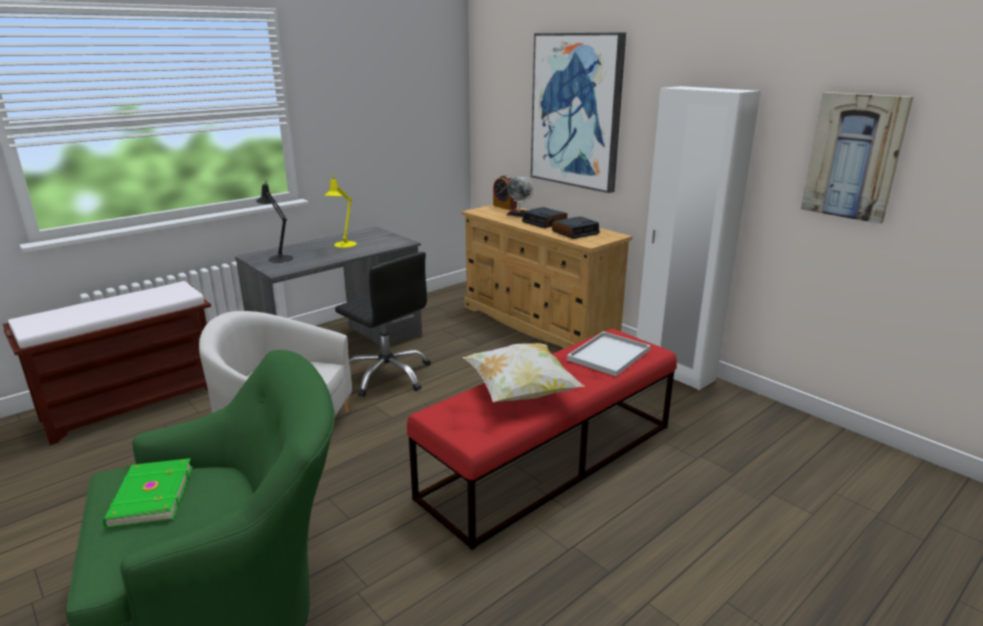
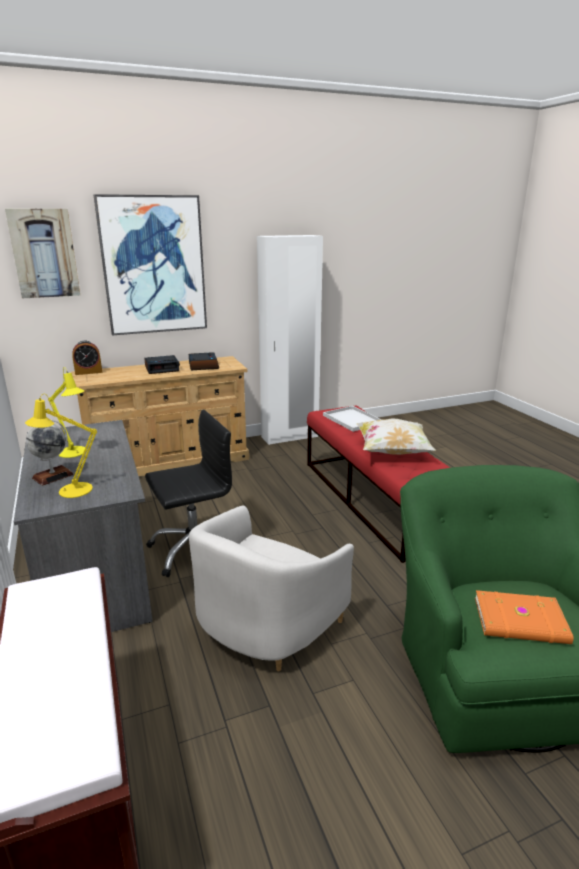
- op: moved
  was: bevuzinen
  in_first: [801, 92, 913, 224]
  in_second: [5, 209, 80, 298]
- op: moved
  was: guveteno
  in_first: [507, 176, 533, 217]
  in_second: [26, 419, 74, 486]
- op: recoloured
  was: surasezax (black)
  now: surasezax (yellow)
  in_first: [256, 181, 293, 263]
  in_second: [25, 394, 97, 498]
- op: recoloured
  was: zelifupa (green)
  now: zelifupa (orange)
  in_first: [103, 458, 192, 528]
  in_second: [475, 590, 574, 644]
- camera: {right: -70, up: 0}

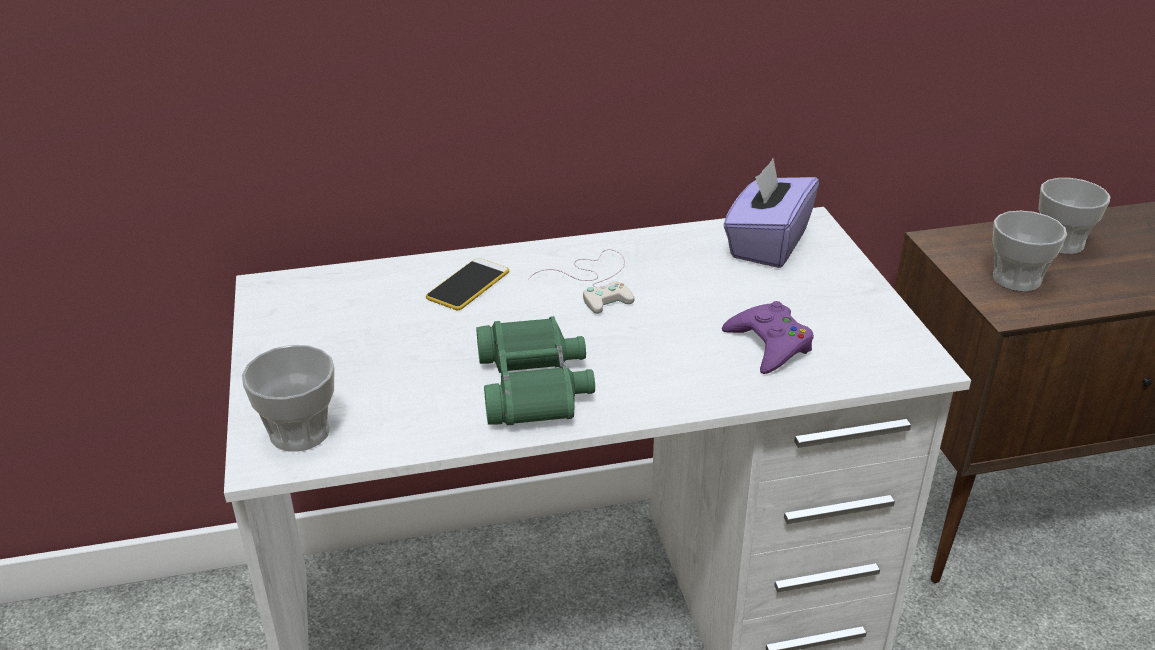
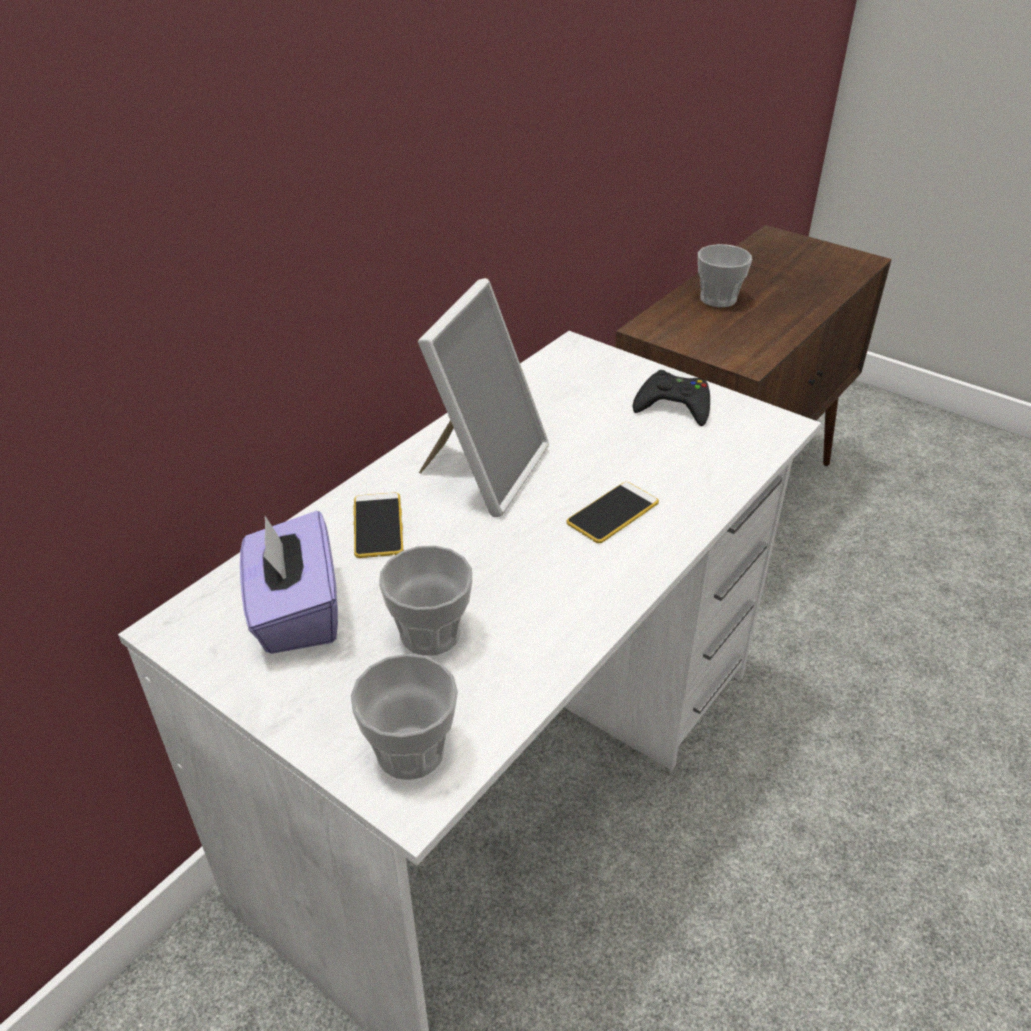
- op: moved
  was: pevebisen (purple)
  in_first: [723, 159, 819, 268]
  in_second: [240, 511, 338, 654]
- op: moved
  was: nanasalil
  in_first: [993, 211, 1067, 291]
  in_second: [379, 545, 473, 656]
- op: replaced
  was: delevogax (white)
  now: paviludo
  in_first: [529, 249, 634, 314]
  in_second: [418, 278, 549, 517]
- op: removed
  was: delevogax (purple)
  in_first: [722, 301, 814, 374]
- op: removed
  was: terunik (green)
  in_first: [476, 316, 595, 425]
- op: added
  now: delevogax (black)
  in_second: [632, 370, 710, 426]
- op: added
  now: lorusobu
  in_second: [567, 482, 659, 543]
- camera: {right: -40, up: 5}

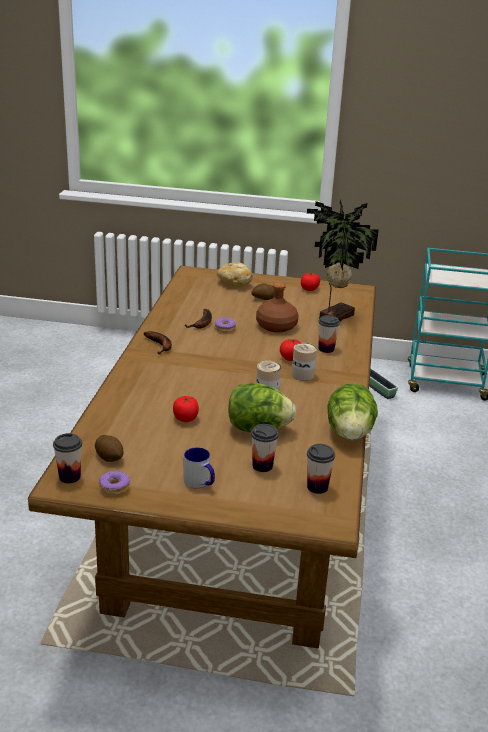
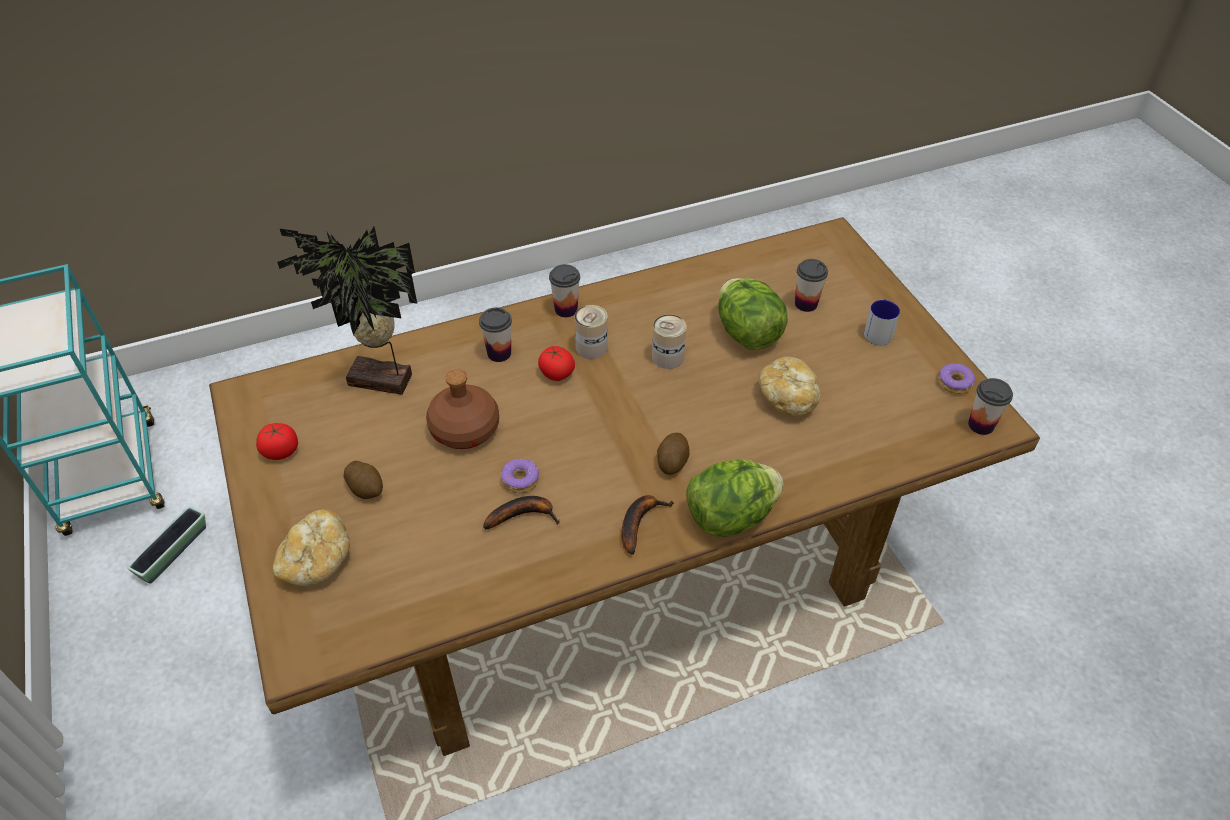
- op: moved
  was: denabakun
  in_first: [327, 383, 378, 440]
  in_second: [686, 459, 783, 537]
- op: replaced
  was: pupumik
  now: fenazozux
  in_first: [173, 396, 199, 422]
  in_second: [759, 356, 820, 417]
- op: moved
  was: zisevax
  in_first: [95, 435, 124, 462]
  in_second: [657, 433, 690, 475]
- op: moved
  was: nanasalil
  in_first: [307, 444, 335, 494]
  in_second: [549, 264, 580, 317]
- camera: {right: -120, up: 20}

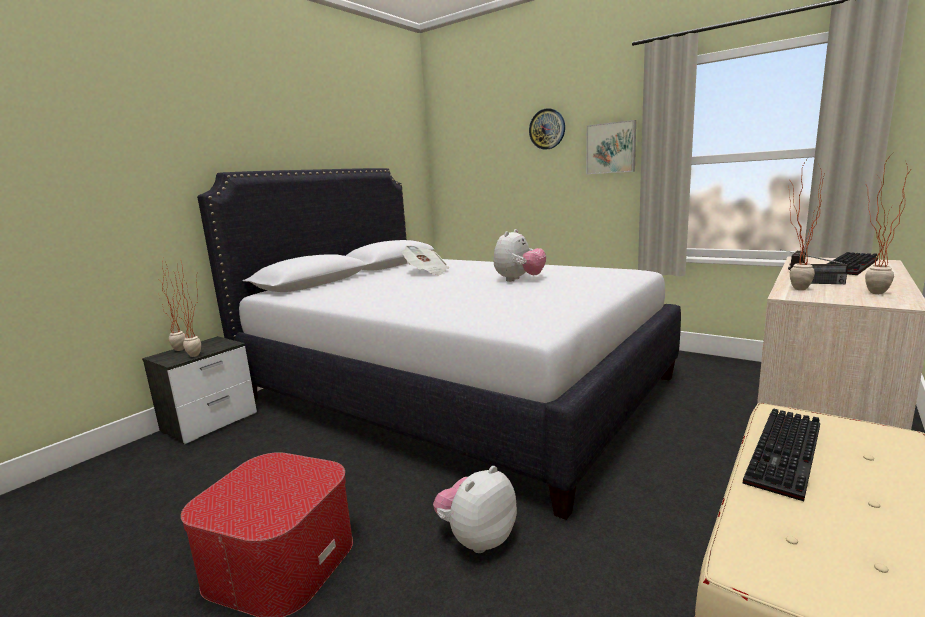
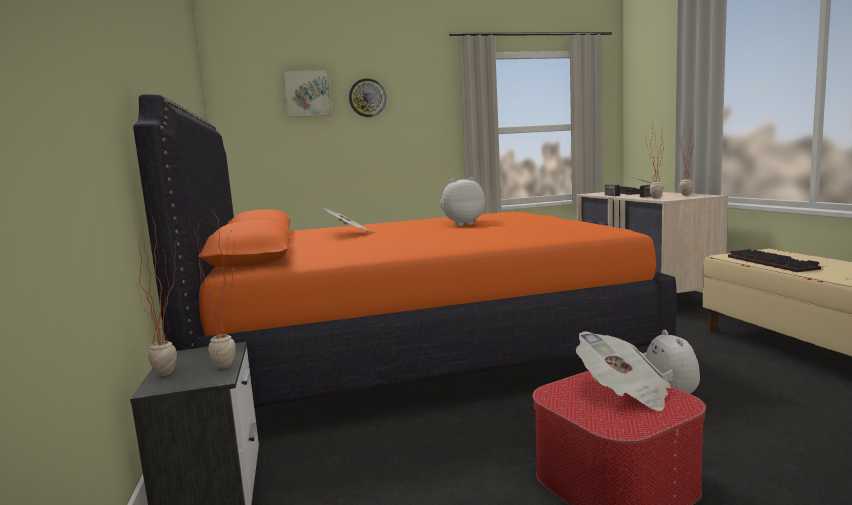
- op: moved
  was: bevuzinen
  in_first: [586, 120, 636, 174]
  in_second: [282, 69, 332, 117]
- op: recoloured
  was: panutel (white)
  now: panutel (orange)
  in_first: [197, 168, 681, 520]
  in_second: [133, 94, 677, 408]
- op: turned
  was: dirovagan
  in_first: [494, 229, 546, 282]
  in_second: [440, 177, 485, 226]
  clockwise: -90
- op: added
  now: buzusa
  in_second: [576, 331, 671, 411]
- camera: {right: -50, up: -5}

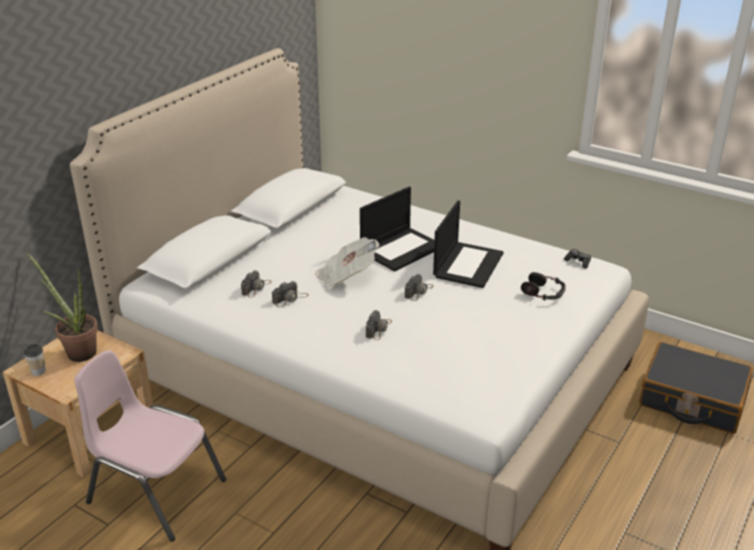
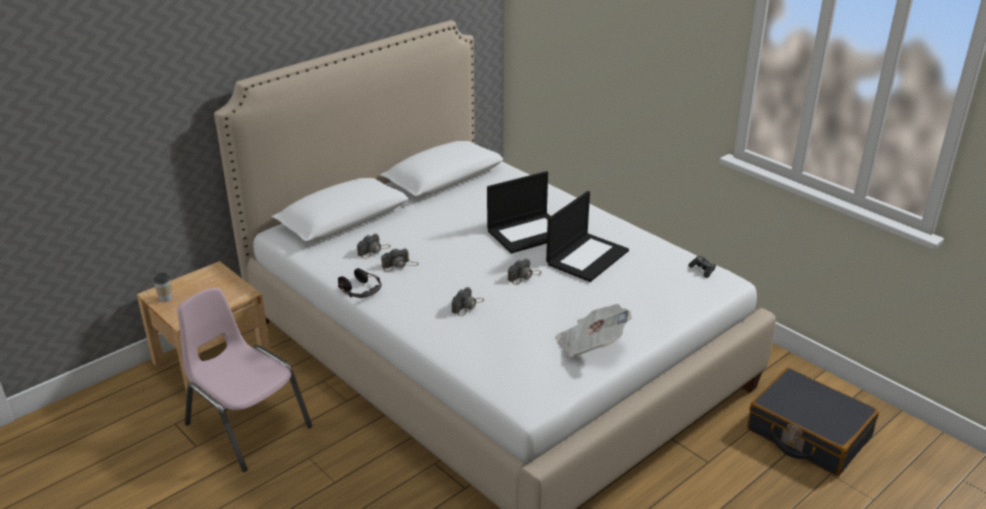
- op: moved
  was: buzusa
  in_first: [315, 237, 379, 287]
  in_second: [556, 304, 632, 358]
- op: removed
  was: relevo
  in_first: [27, 253, 98, 362]
- op: moved
  was: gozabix
  in_first: [521, 272, 566, 301]
  in_second: [338, 268, 382, 298]
- camera: {right: 15, up: 0}

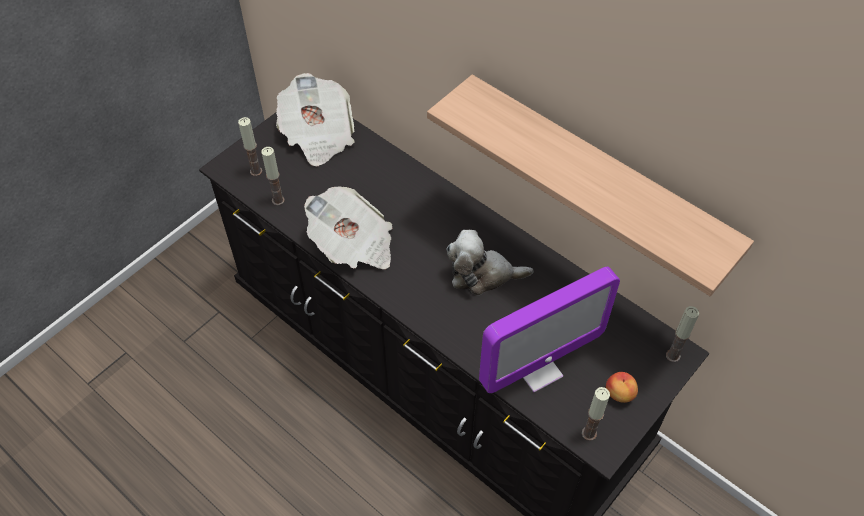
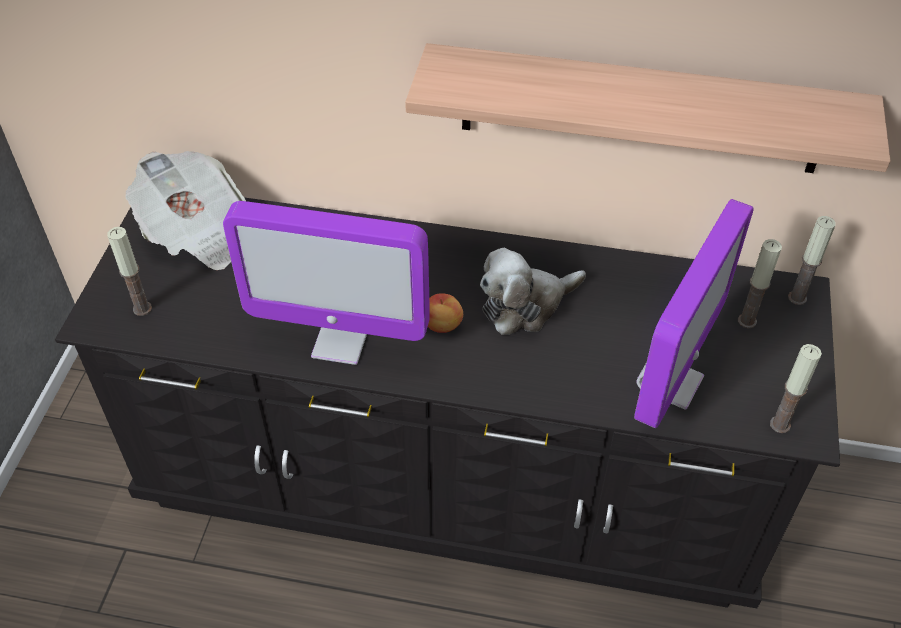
- op: moved
  was: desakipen
  in_first: [261, 147, 285, 206]
  in_second: [738, 239, 782, 329]
- op: replaced
  was: buzusa
  now: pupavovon
  in_first: [304, 187, 392, 269]
  in_second: [223, 201, 430, 365]
- op: moved
  was: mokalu
  in_first: [606, 372, 638, 403]
  in_second: [428, 293, 463, 333]
- camera: {right: -30, up: -5}

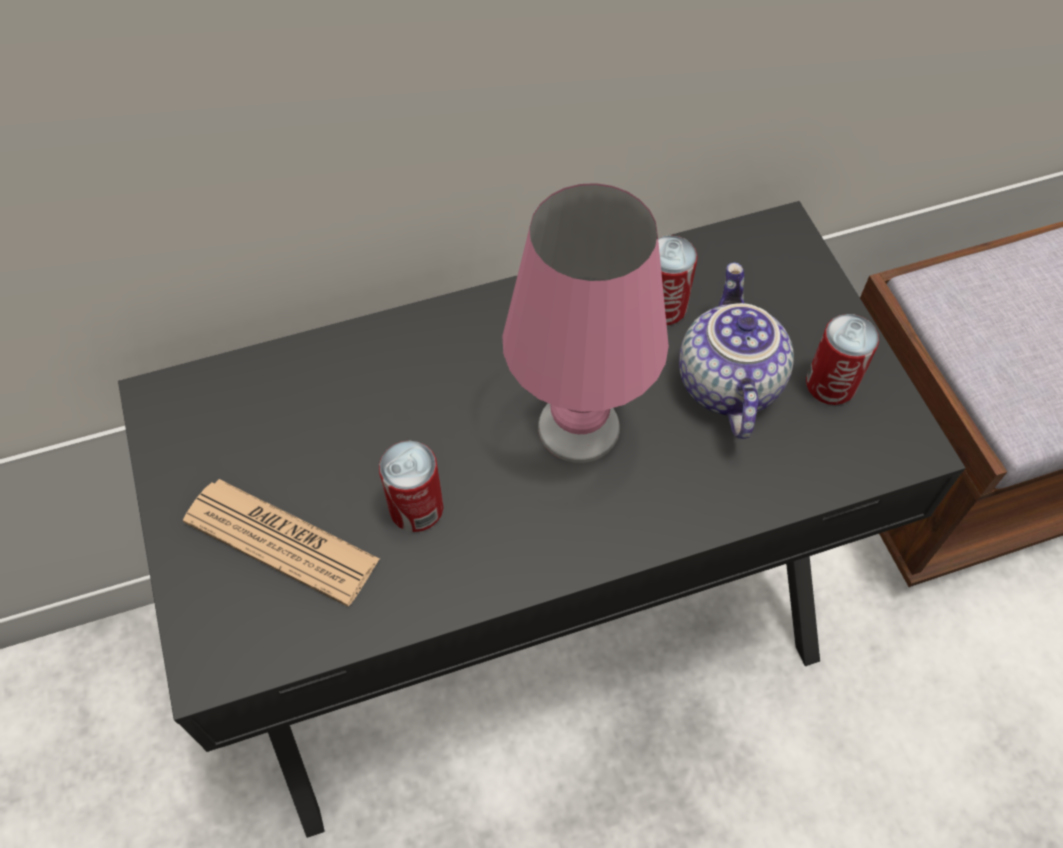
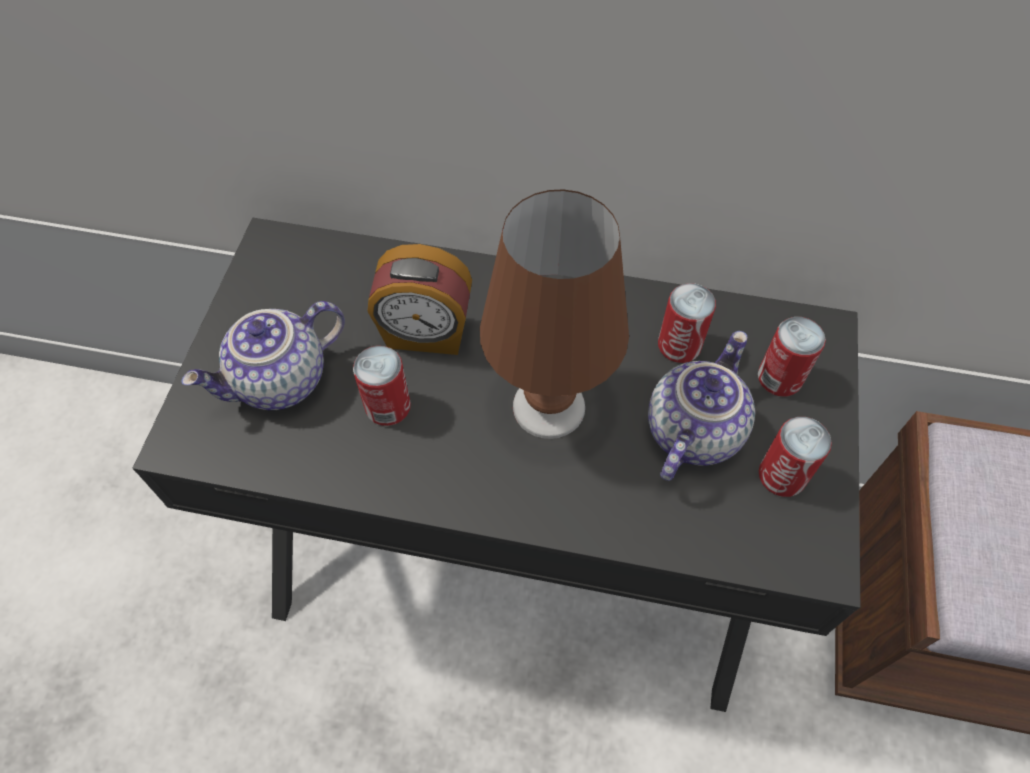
- op: recoloured
  was: surasezax (pink)
  now: surasezax (brown)
  in_first: [502, 183, 669, 463]
  in_second: [480, 189, 629, 439]
- op: replaced
  was: buzusa
  now: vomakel
  in_first: [183, 479, 380, 607]
  in_second: [181, 301, 345, 410]
- op: added
  now: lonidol
  in_second: [367, 244, 472, 355]
- op: added
  now: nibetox
  in_second: [758, 317, 826, 396]
- camera: {right: 30, up: 0}

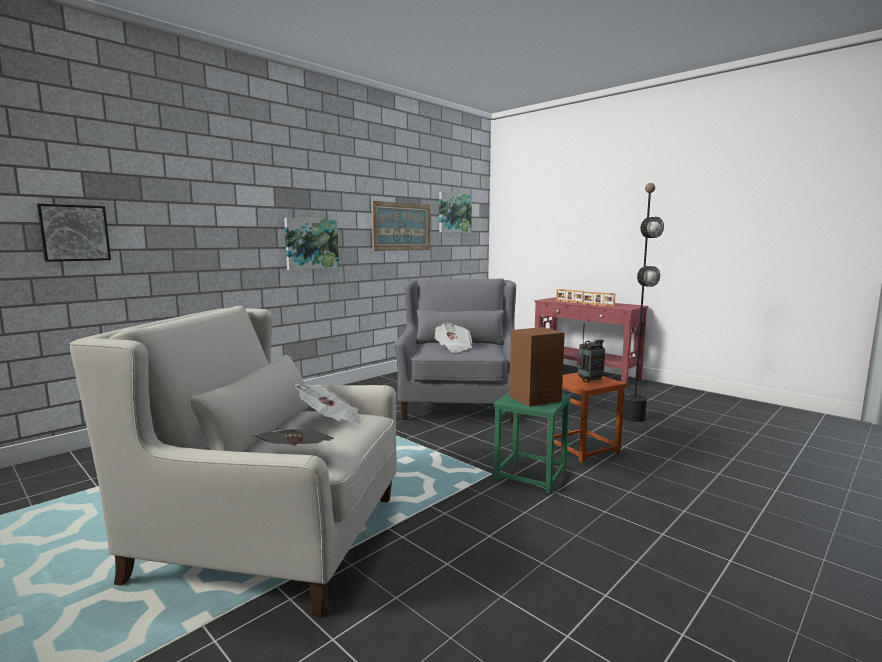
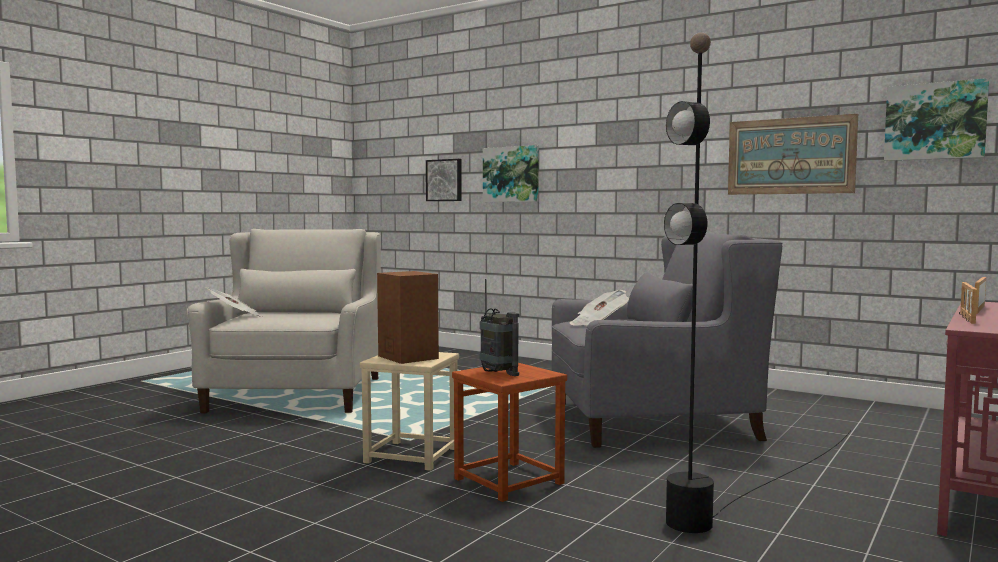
- op: moved
  was: bevuzinen
  in_first: [284, 218, 339, 270]
  in_second: [483, 145, 539, 202]
- op: removed
  was: buzusa
  in_first: [295, 384, 364, 425]
- op: recoloured
  was: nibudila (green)
  now: nibudila (beige)
  in_first: [494, 392, 571, 494]
  in_second: [360, 352, 459, 471]
- camera: {right: 80, up: -5}

